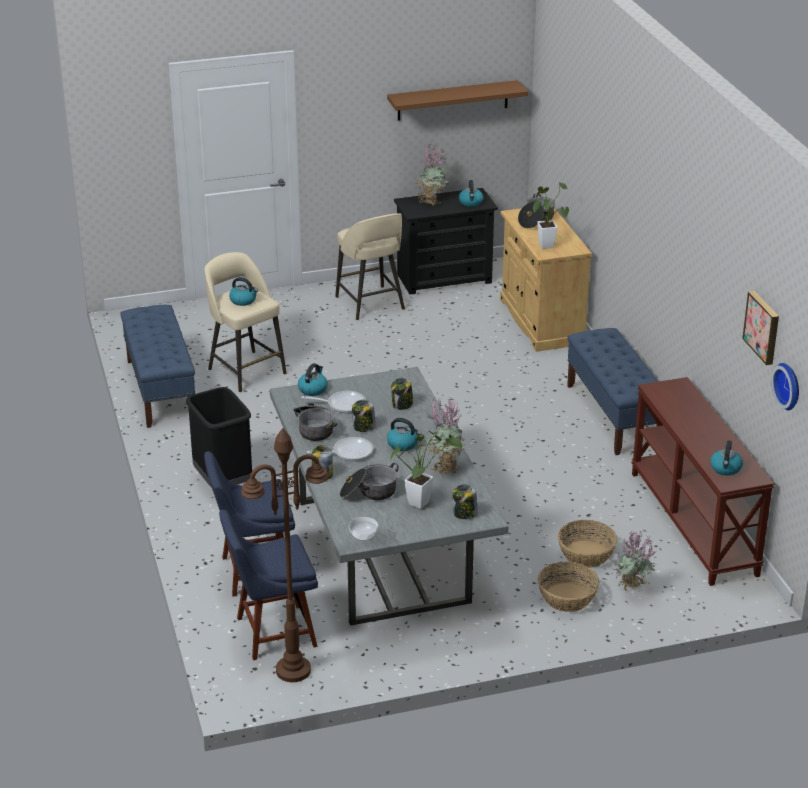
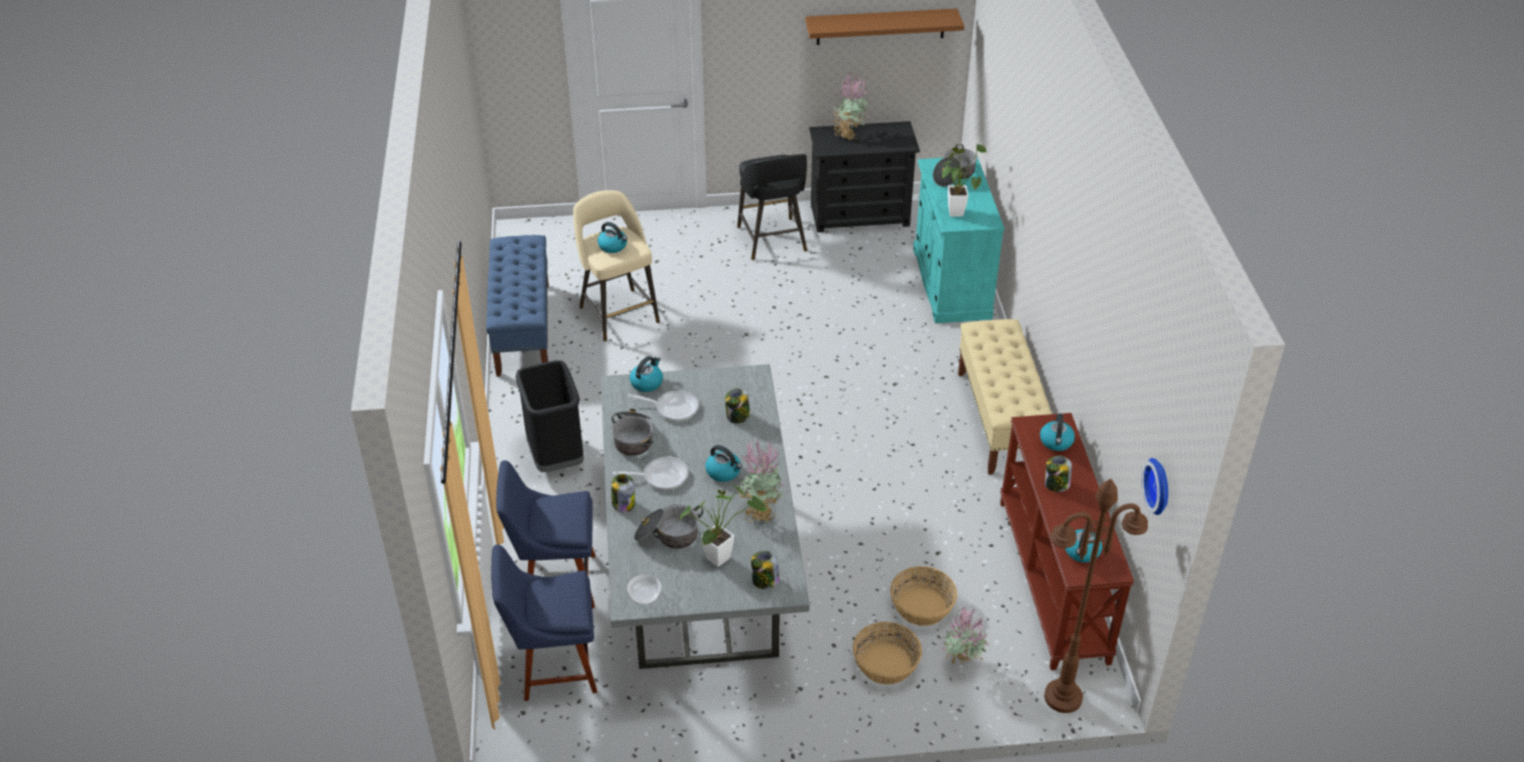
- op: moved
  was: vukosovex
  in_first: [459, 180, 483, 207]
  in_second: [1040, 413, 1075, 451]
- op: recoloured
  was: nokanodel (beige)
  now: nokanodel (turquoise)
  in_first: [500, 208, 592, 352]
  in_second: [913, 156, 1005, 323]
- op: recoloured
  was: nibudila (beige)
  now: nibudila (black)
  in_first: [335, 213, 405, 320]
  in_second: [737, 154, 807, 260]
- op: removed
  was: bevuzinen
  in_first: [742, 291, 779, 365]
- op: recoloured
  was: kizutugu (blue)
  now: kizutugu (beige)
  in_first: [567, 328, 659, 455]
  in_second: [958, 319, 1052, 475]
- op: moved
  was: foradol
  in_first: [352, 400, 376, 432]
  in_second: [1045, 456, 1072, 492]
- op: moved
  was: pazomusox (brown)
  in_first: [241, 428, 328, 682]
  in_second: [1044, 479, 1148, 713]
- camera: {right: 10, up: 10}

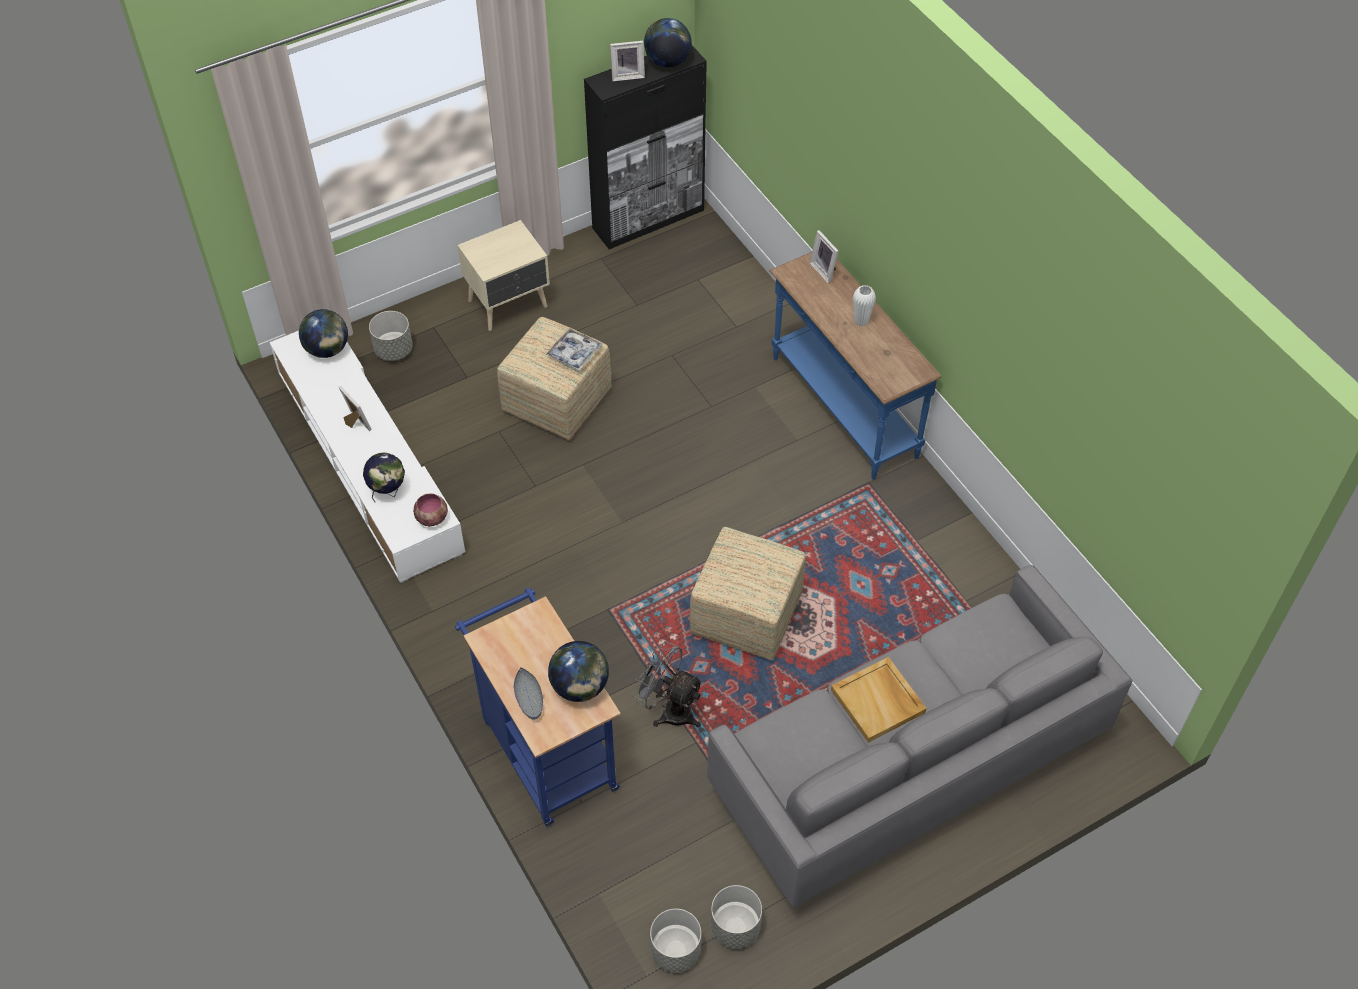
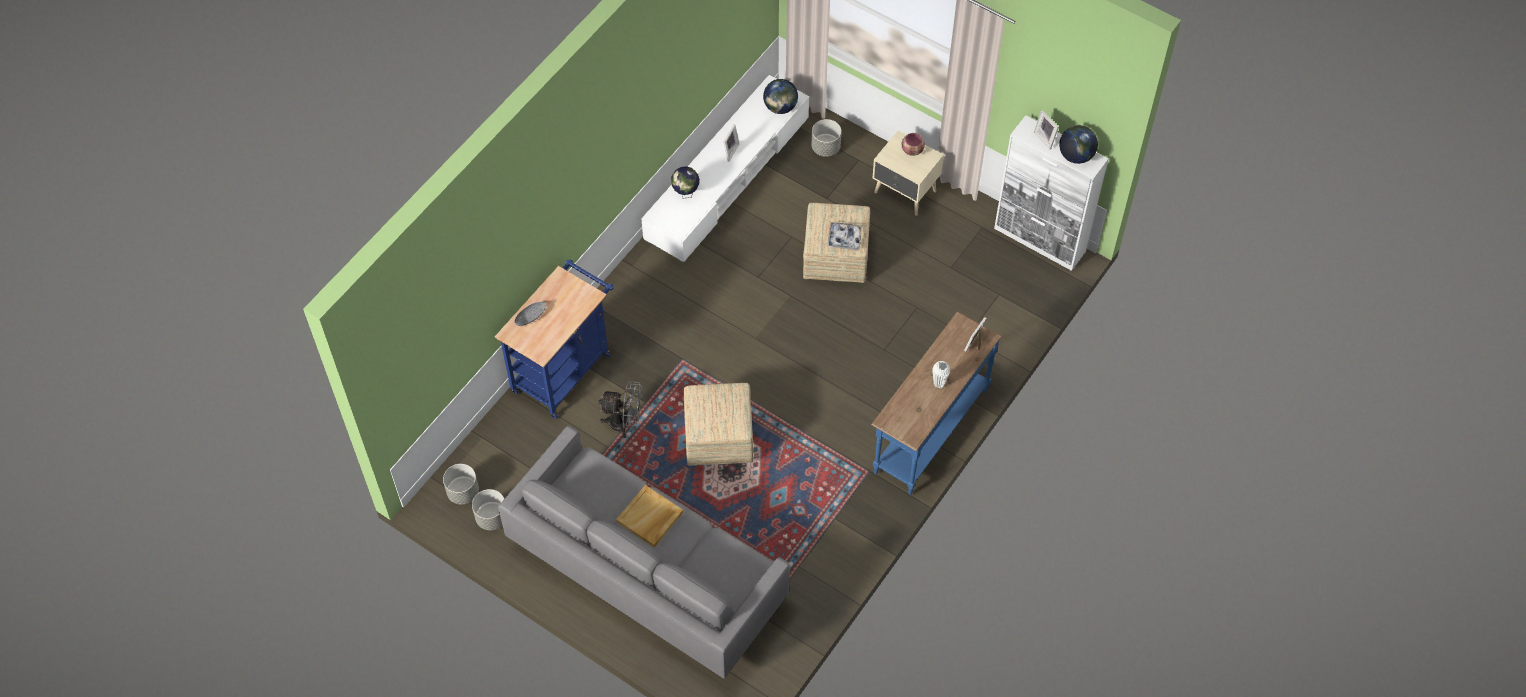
- op: recoloured
  was: nokanodel (black)
  now: nokanodel (white)
  in_first: [584, 46, 707, 249]
  in_second: [994, 115, 1109, 271]
- op: moved
  was: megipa
  in_first: [413, 493, 448, 527]
  in_second: [902, 133, 925, 156]
- op: removed
  was: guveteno
  in_first: [548, 641, 609, 702]
- op: turned
  was: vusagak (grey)
  in_first: [632, 641, 704, 728]
  in_second: [599, 381, 642, 438]
  clockwise: 90
- camera: {right: 65, up: 5}

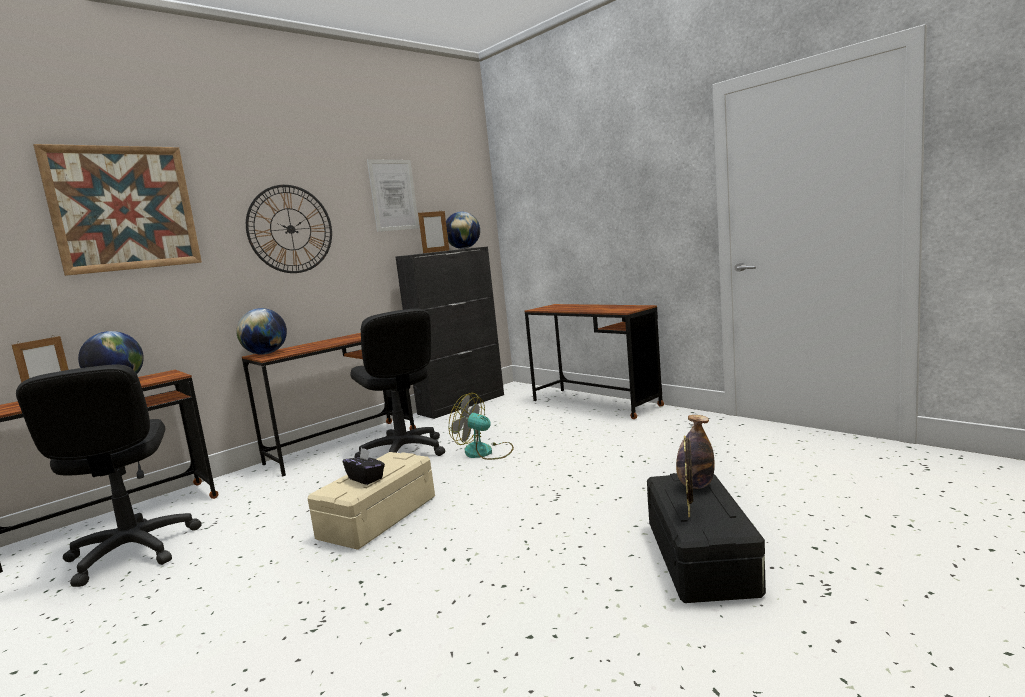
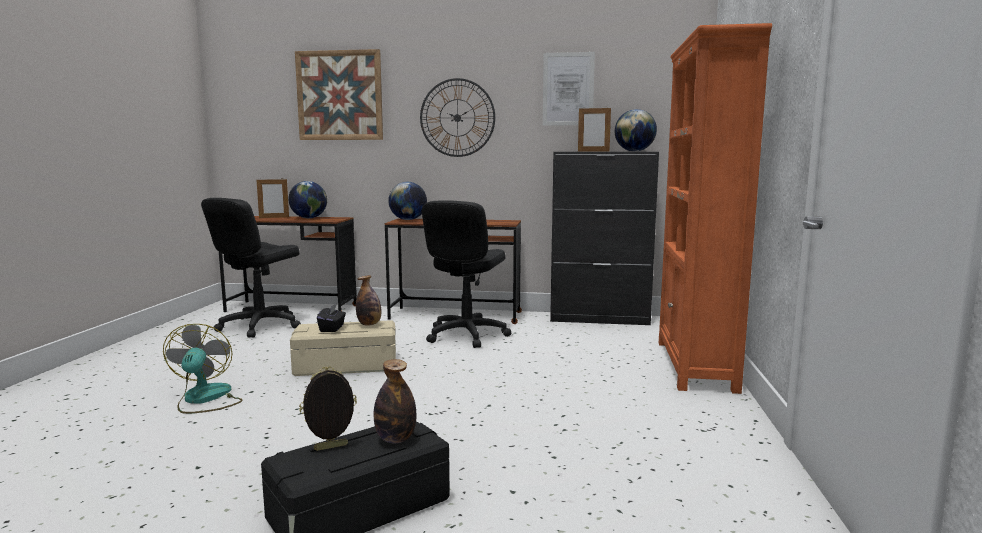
- op: replaced
  was: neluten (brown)
  now: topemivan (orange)
  in_first: [525, 304, 664, 419]
  in_second: [659, 23, 772, 394]
- op: moved
  was: vusagak
  in_first: [449, 393, 514, 460]
  in_second: [163, 324, 242, 414]
- op: added
  now: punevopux
  in_second: [356, 275, 381, 325]
- camera: {right: 50, up: 0}

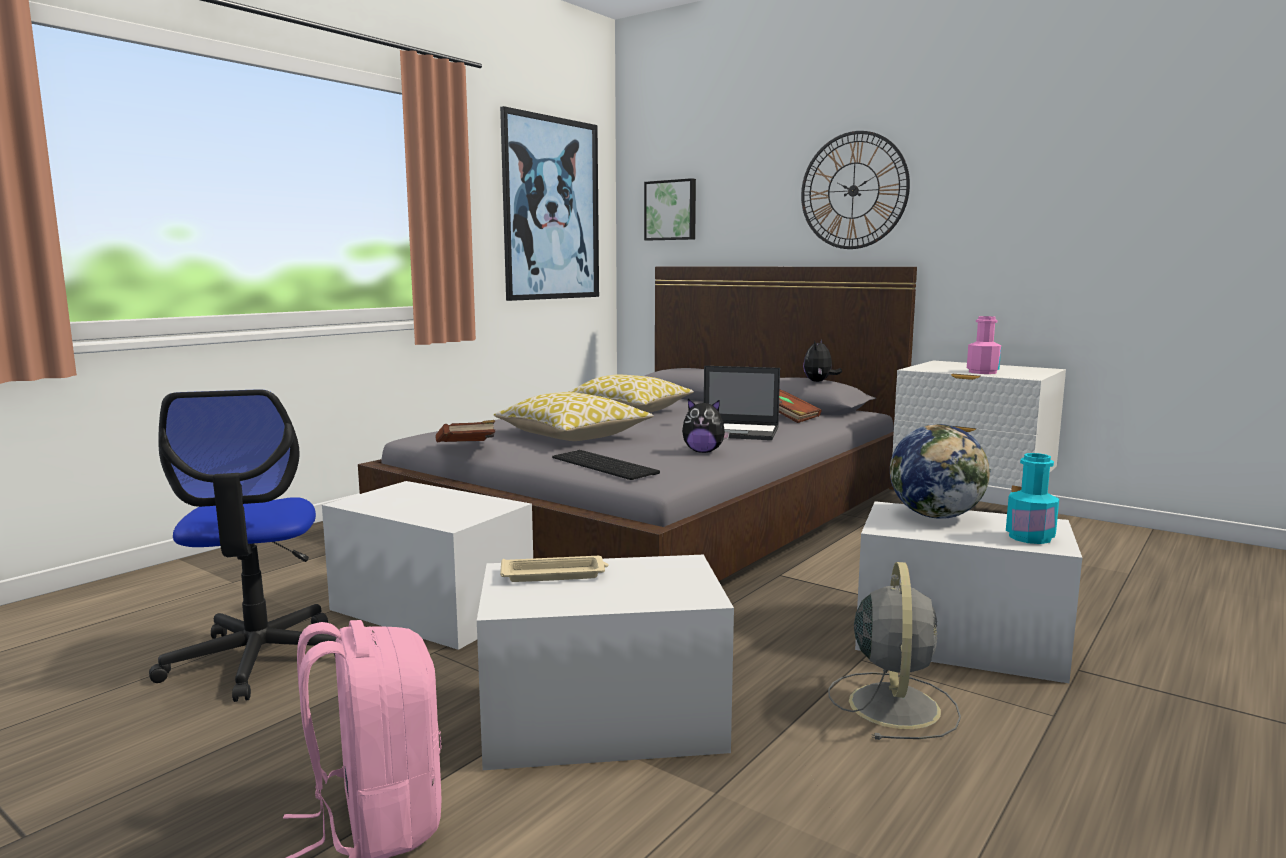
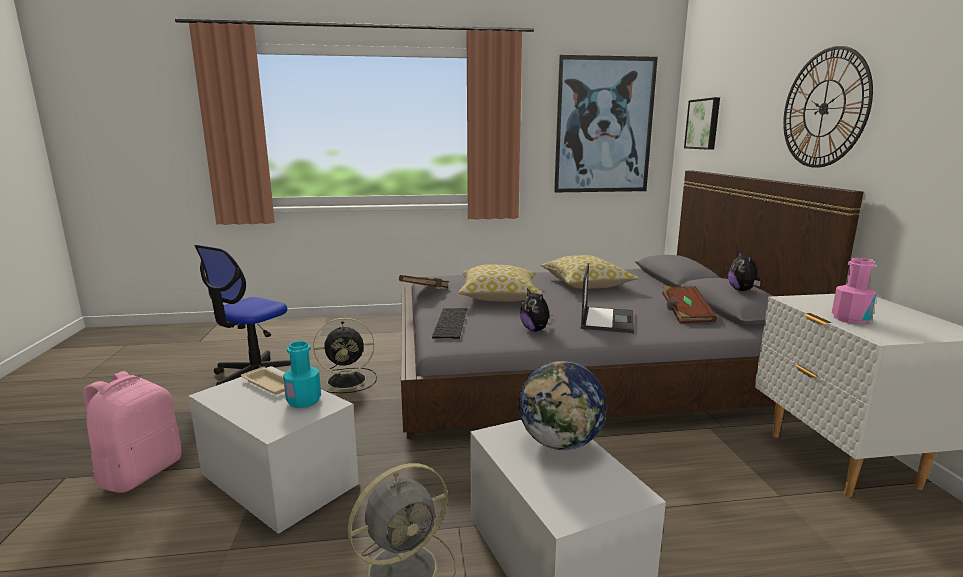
- op: turned
  was: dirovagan
  in_first: [803, 339, 842, 382]
  in_second: [728, 251, 761, 291]
  clockwise: -75
- op: turned
  was: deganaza
  in_first: [704, 366, 780, 440]
  in_second: [580, 263, 634, 333]
  clockwise: -135
- op: moved
  was: punevopux (turquoise)
  in_first: [1006, 453, 1059, 544]
  in_second: [283, 341, 321, 408]
- op: replaced
  was: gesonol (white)
  now: vusagak (black)
  in_first: [322, 481, 533, 650]
  in_second: [313, 317, 377, 393]
- camera: {right: 45, up: 5}

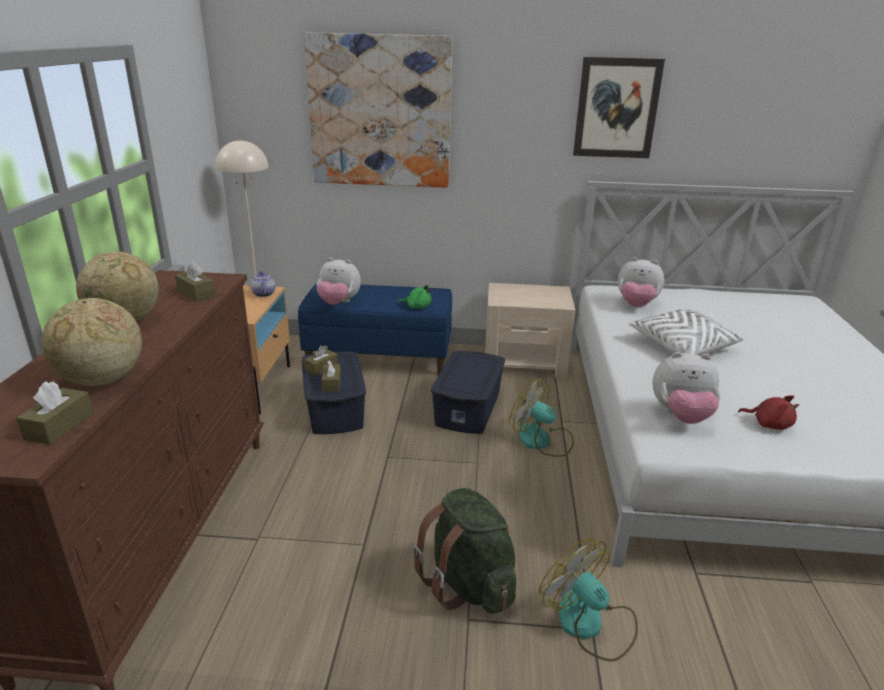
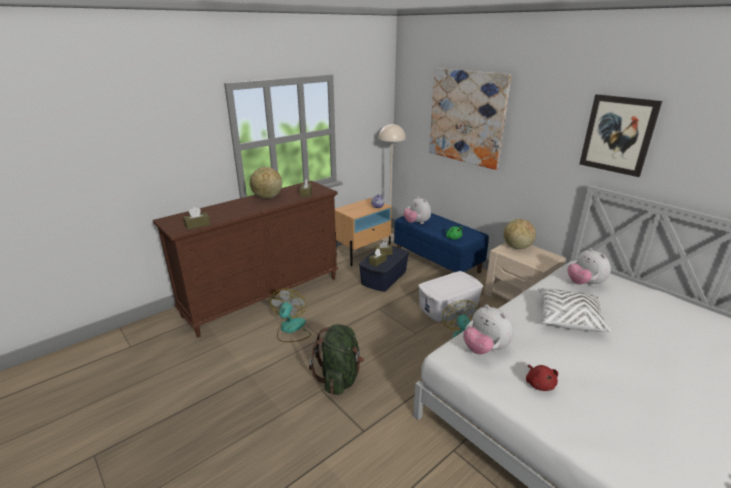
- op: moved
  was: guveteno
  in_first: [41, 298, 142, 386]
  in_second: [504, 219, 536, 249]
- op: recoloured
  was: gesonol (blue)
  now: gesonol (white)
  in_first: [431, 351, 505, 434]
  in_second: [418, 271, 483, 322]
- op: moved
  was: vusagak
  in_first: [539, 538, 638, 661]
  in_second: [270, 288, 311, 342]
- camera: {right: 45, up: 0}

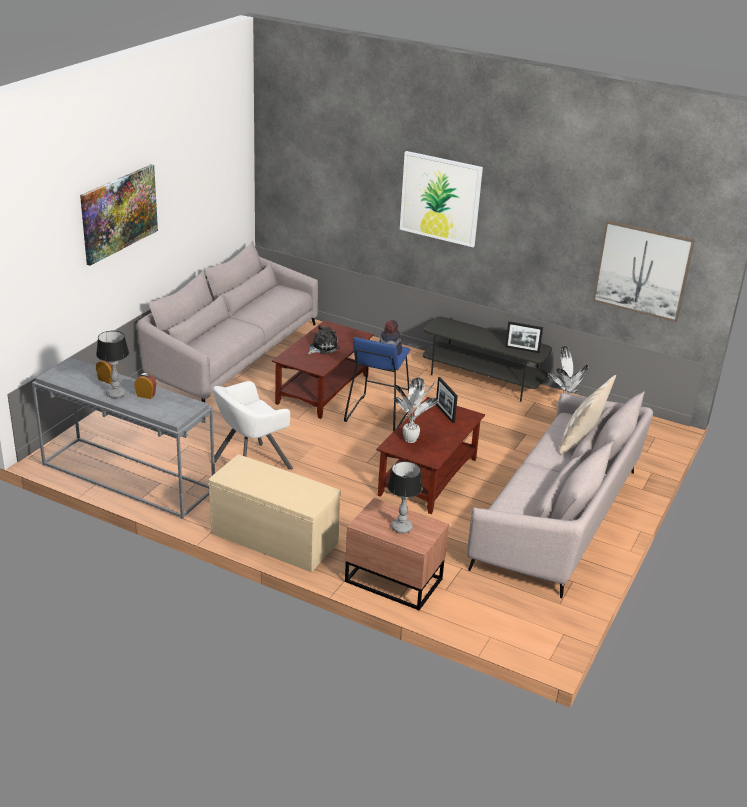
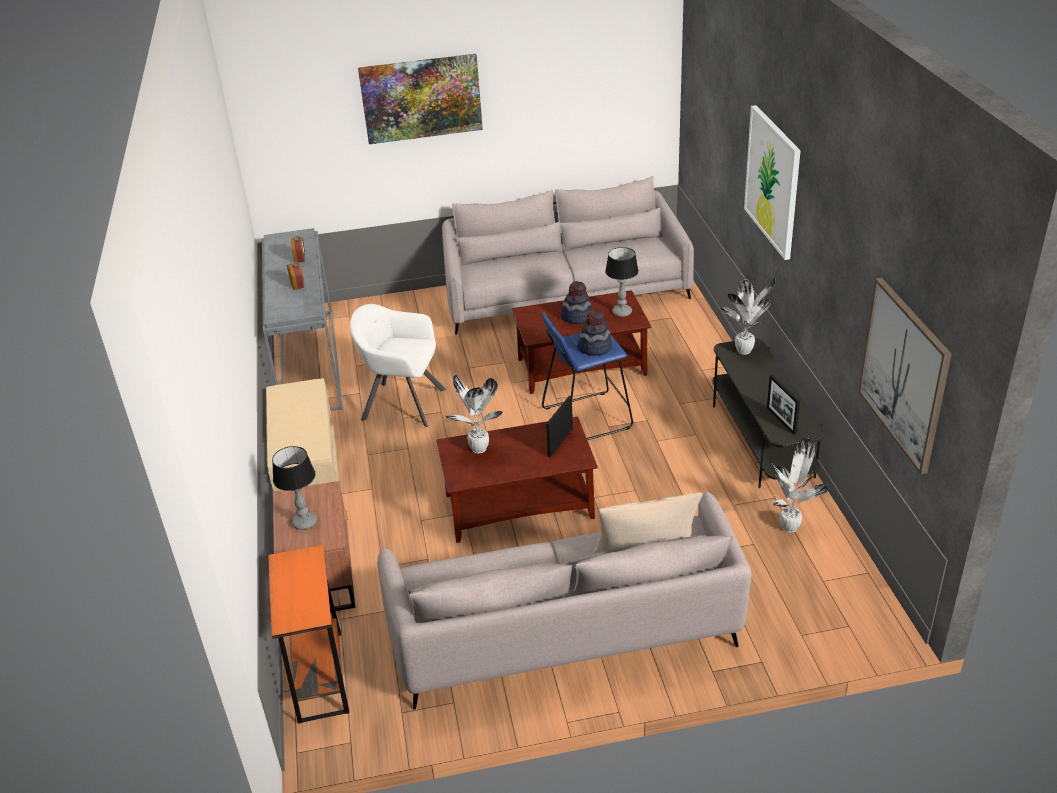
- op: replaced
  was: dirovagan
  now: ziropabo
  in_first: [308, 325, 339, 354]
  in_second: [561, 281, 592, 324]
- op: moved
  was: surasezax
  in_first: [96, 331, 129, 398]
  in_second: [605, 247, 639, 317]
- op: added
  now: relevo
  in_second: [720, 278, 776, 355]
- op: added
  now: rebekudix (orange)
  in_second: [268, 545, 349, 724]
- camera: {right: 55, up: 5}

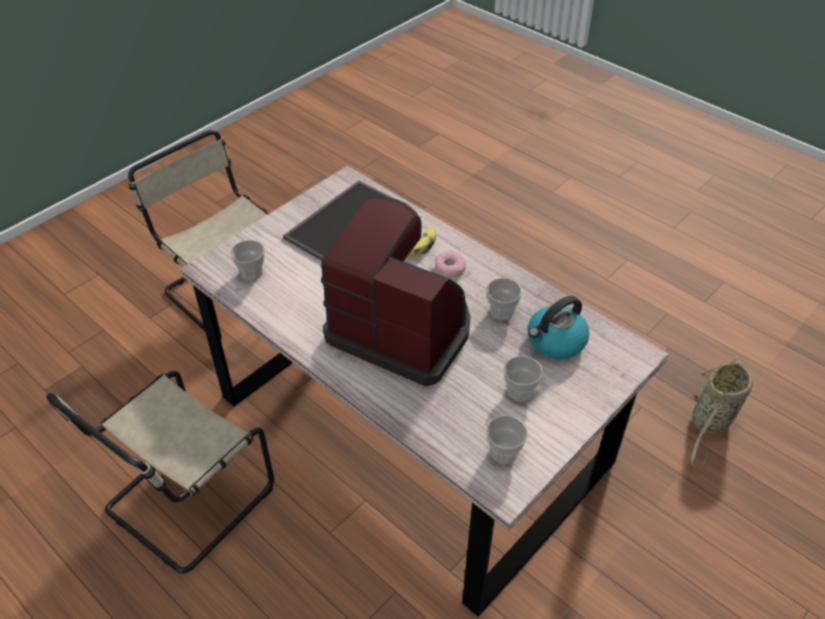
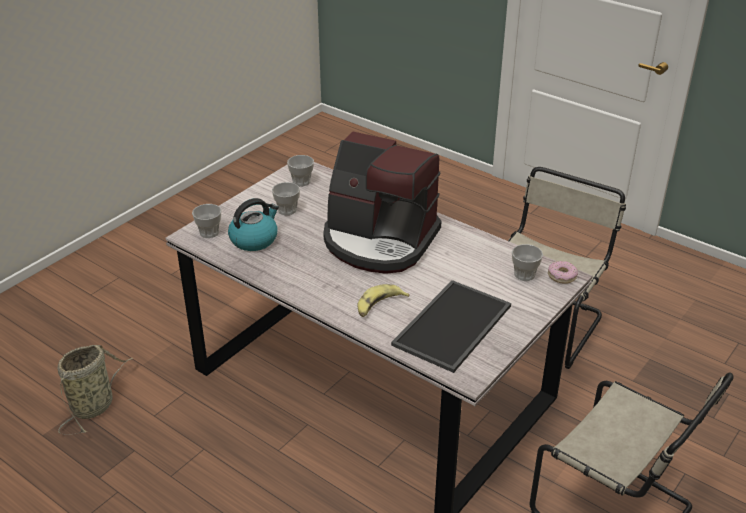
- op: moved
  was: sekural
  in_first: [435, 251, 466, 277]
  in_second: [548, 261, 578, 284]
- op: moved
  was: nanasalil
  in_first: [487, 278, 522, 320]
  in_second: [192, 204, 221, 238]
- camera: {right: 175, up: -10}

